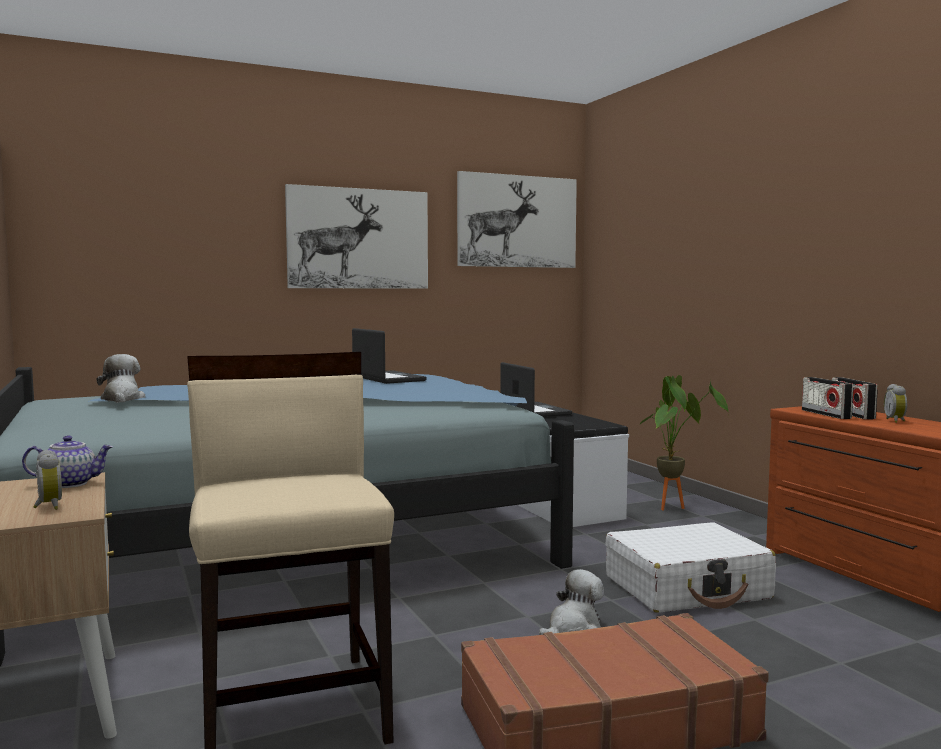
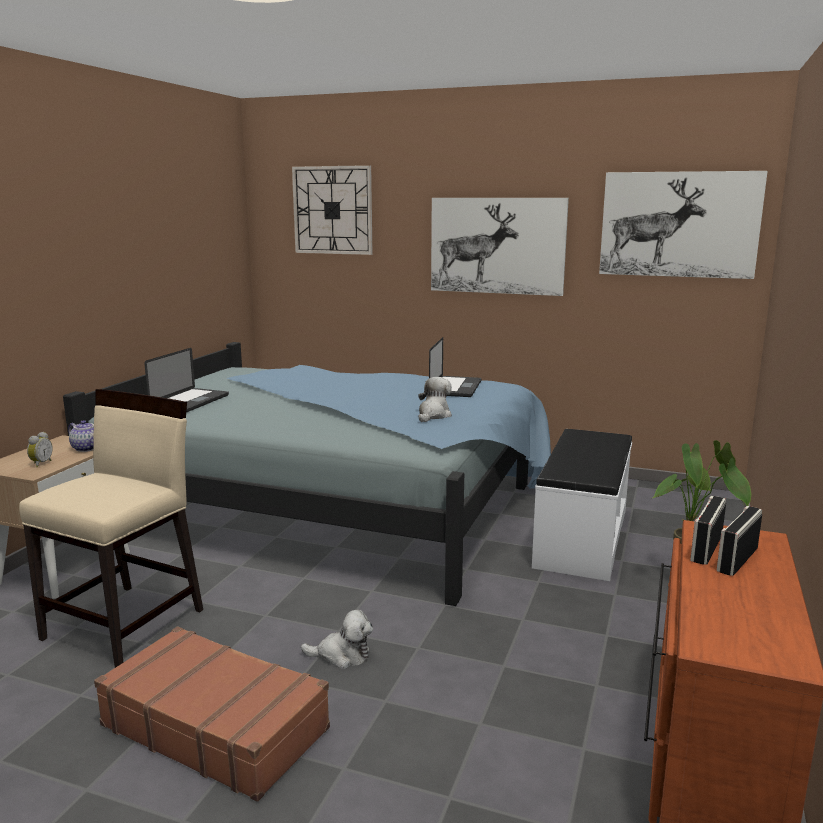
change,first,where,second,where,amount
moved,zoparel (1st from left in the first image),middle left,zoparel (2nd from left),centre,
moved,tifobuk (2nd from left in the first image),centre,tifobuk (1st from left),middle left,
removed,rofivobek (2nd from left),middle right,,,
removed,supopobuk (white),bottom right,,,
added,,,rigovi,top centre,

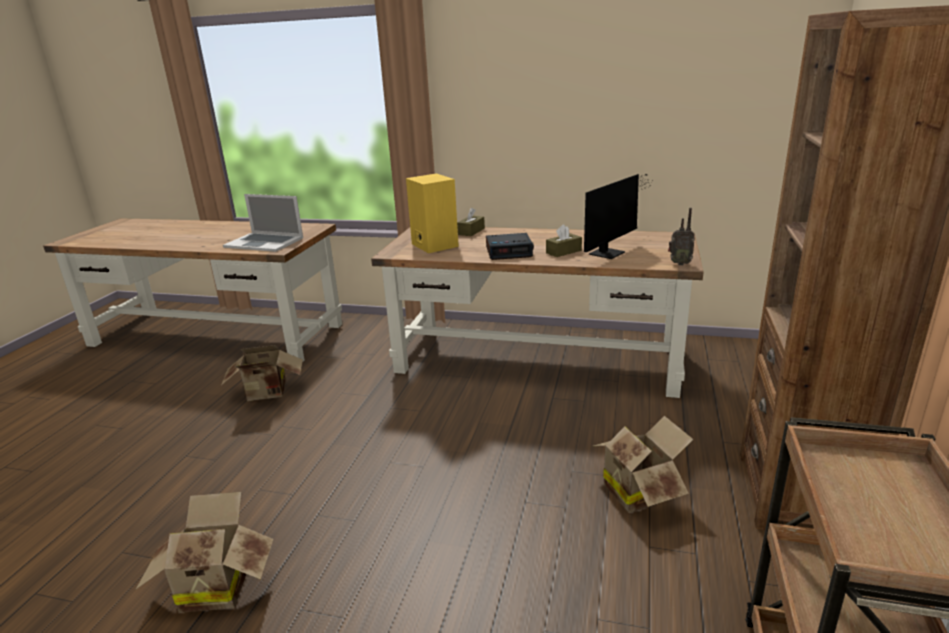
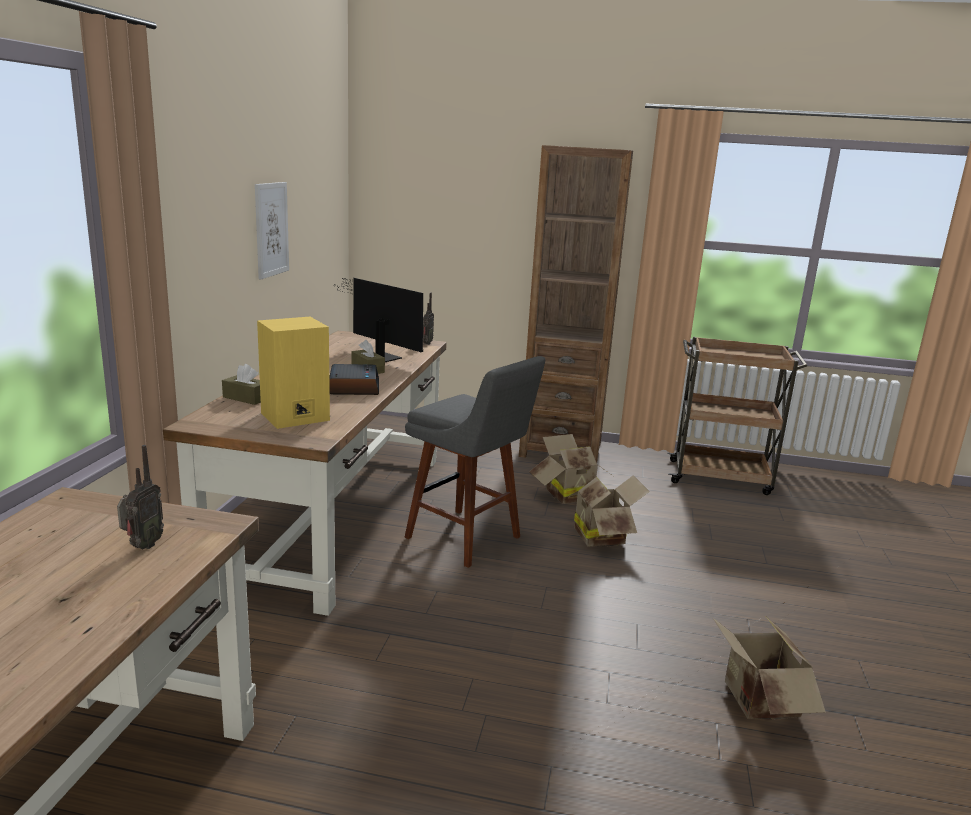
change,first,where,second,where,amount
replaced,tifobuk,middle left,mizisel (1st from left),middle left,
moved,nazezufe (2nd from left),middle left,,centre,
added,,,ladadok,top left,
added,,,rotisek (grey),centre,

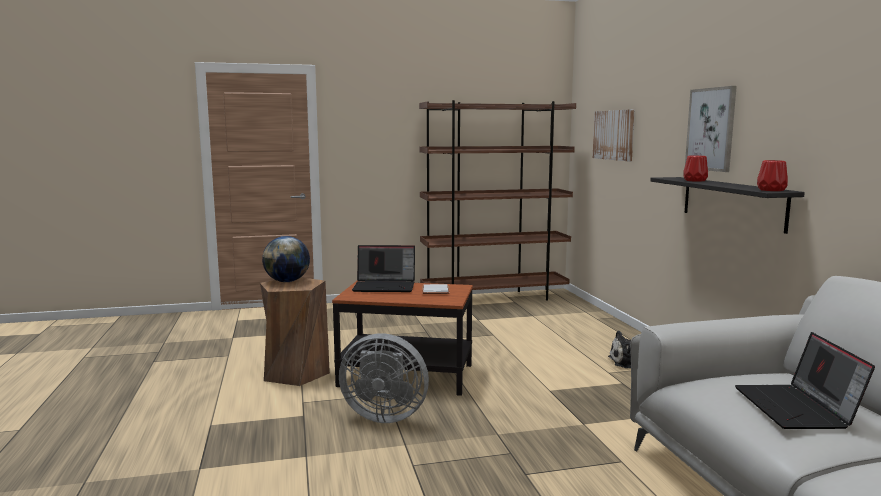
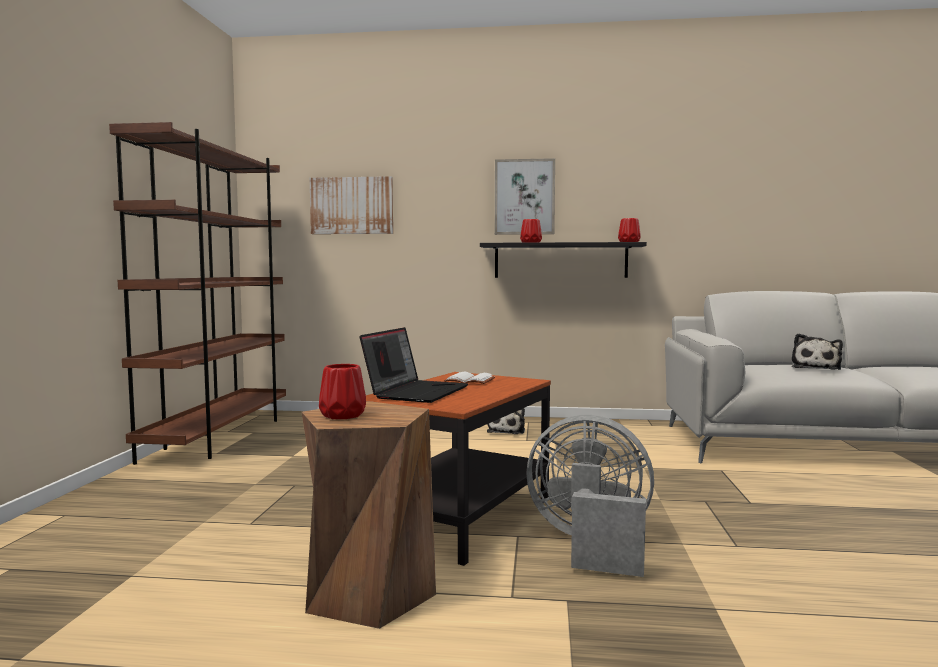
change,first,where,second,where,amount
replaced,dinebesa,middle left,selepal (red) (1st from left),centre,
replaced,tifobuk (2nd from left),bottom right,zoparel (2nd from left),middle right,
turned,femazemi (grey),bottom centre,,bottom centre,105 degrees counterclockwise

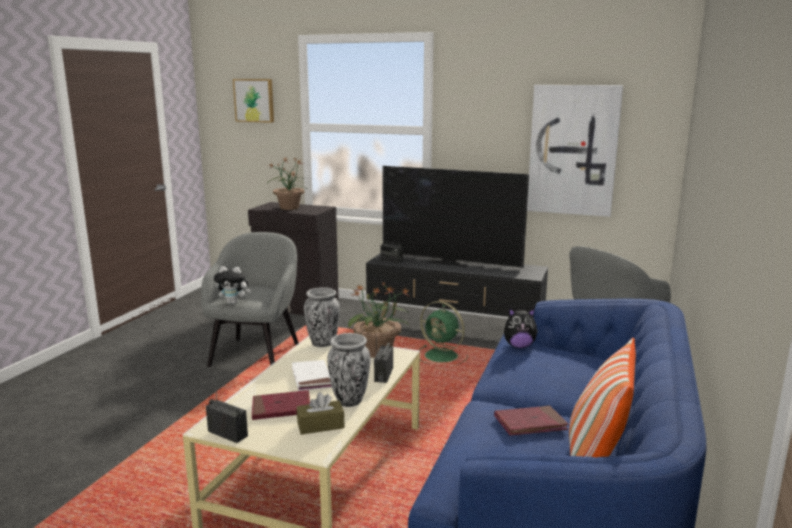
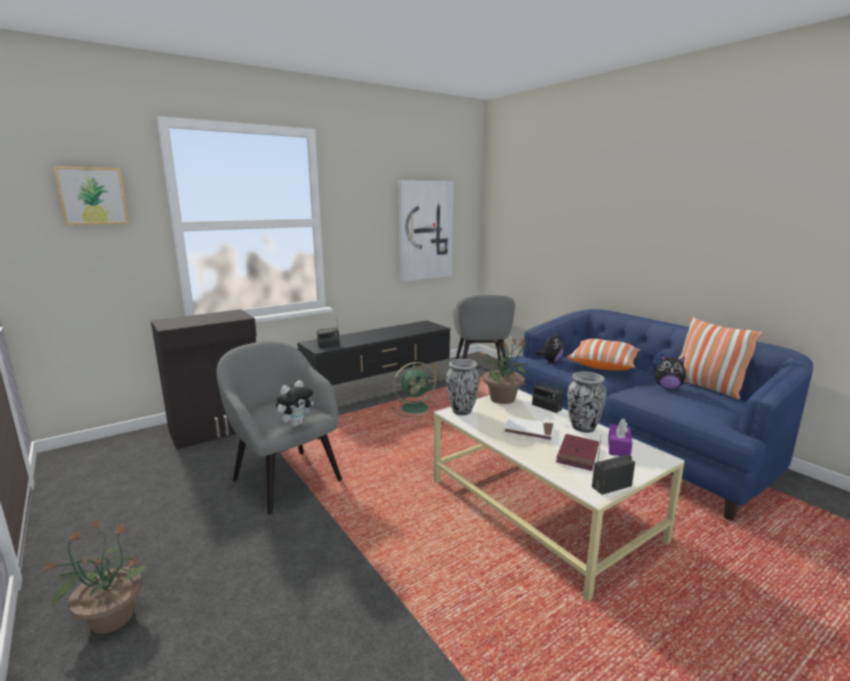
change,first,where,second,where,amount
moved,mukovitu (1st from left),centre,,bottom left,
removed,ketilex,centre,,,
recoloured,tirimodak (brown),bottom centre,tirimodak (purple),middle right,
replaced,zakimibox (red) (2nd from left),bottom right,zoparel (3rd from left),middle right,
added,,,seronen (1st from left),middle right,

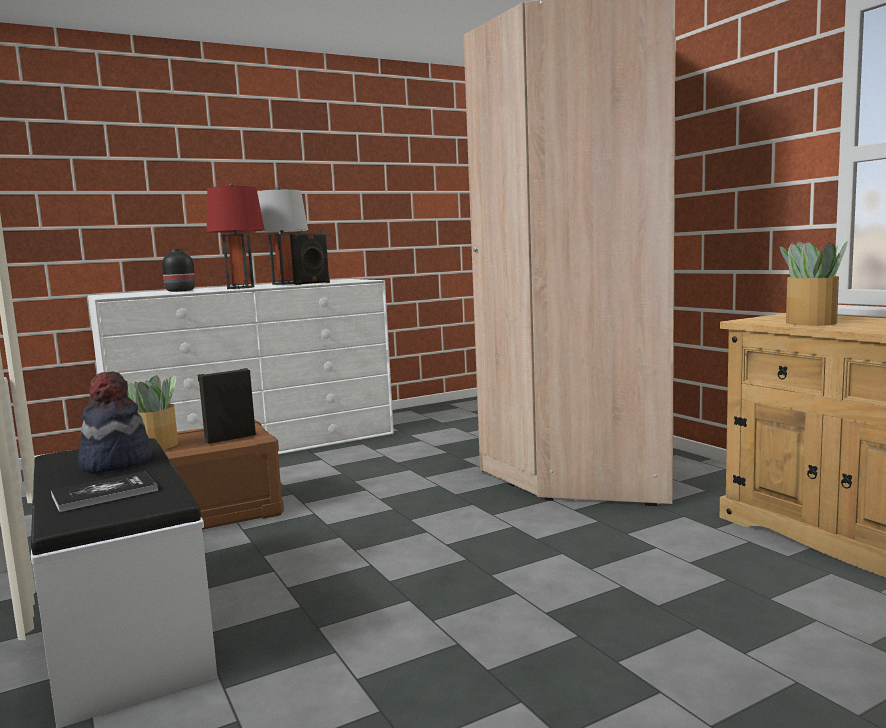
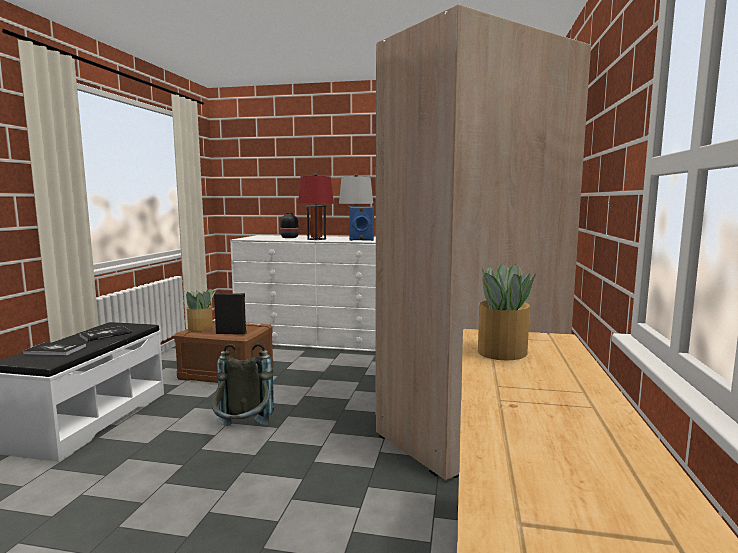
change,first,where,second,where,amount
recoloured,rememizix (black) (2nd from left),centre,rememizix (blue),centre,
replaced,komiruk,middle left,zakimibox (2nd from left),middle left,
added,,,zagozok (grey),bottom left,

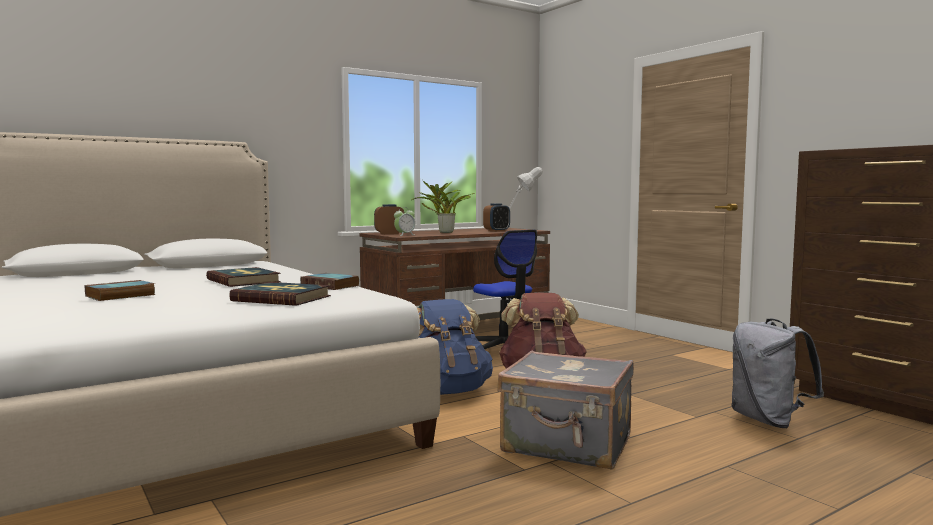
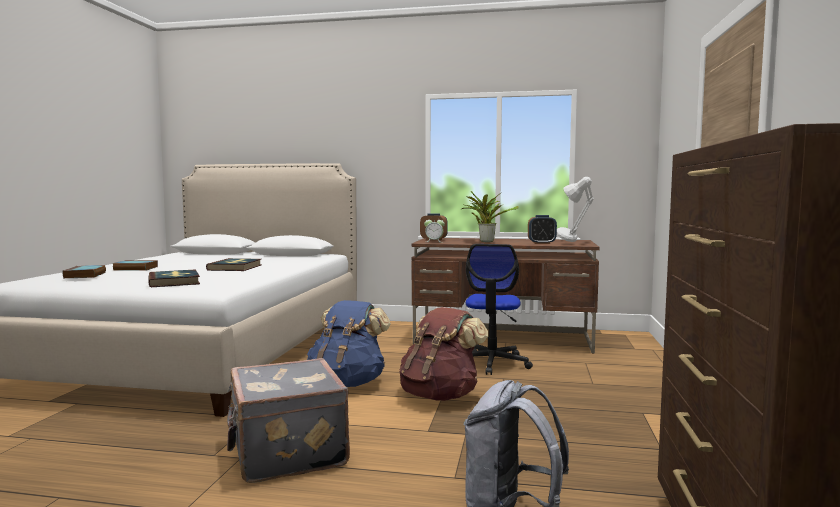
change,first,where,second,where,amount
moved,zakimibox (4th from left in the first image),centre,zakimibox (1st from left),middle left,

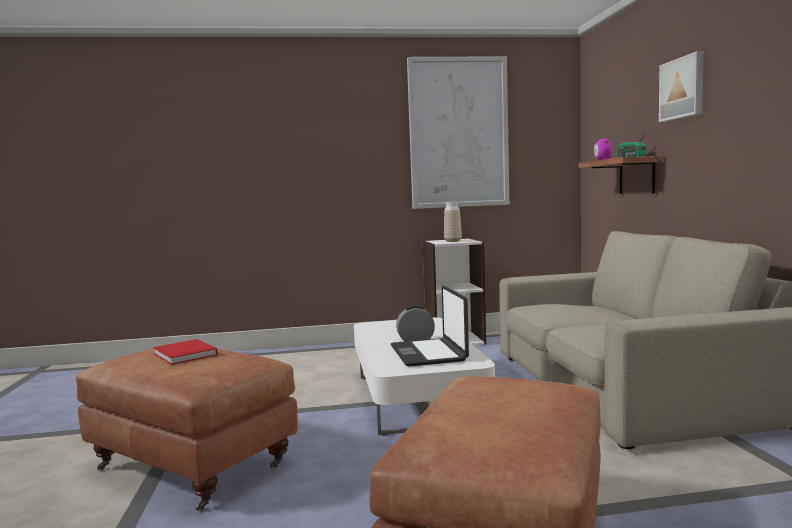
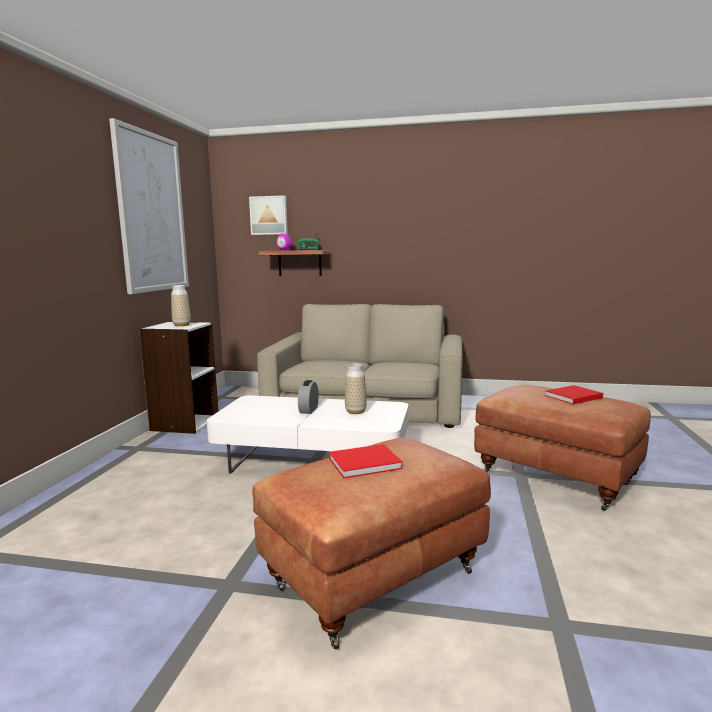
change,first,where,second,where,amount
moved,ladadok (2nd from left),top right,,top centre,
replaced,tifobuk,centre,selepal (2nd from left),centre,
added,,,zakimibox (red) (2nd from left),middle right,

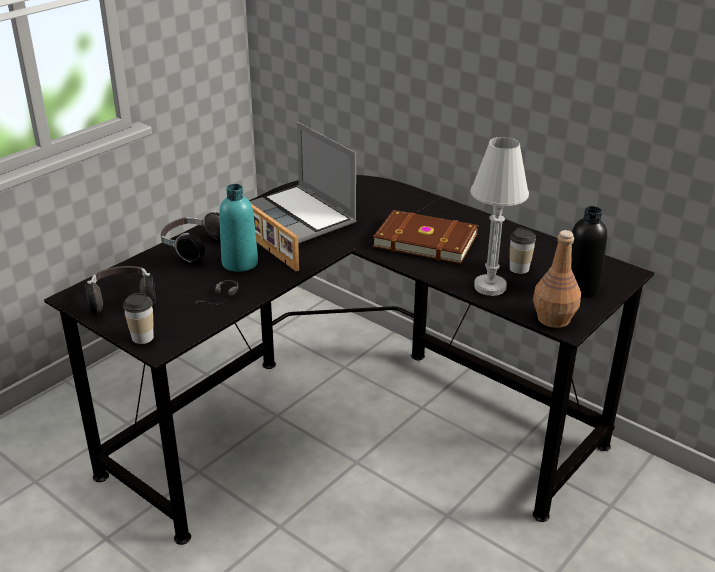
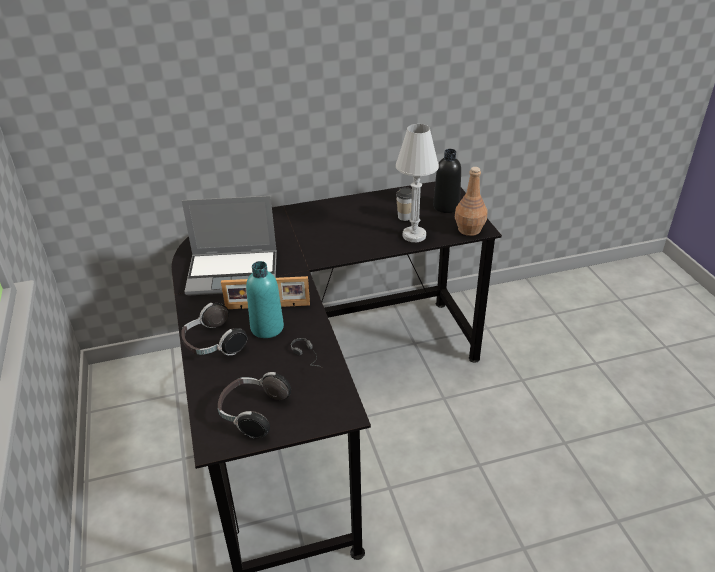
change,first,where,second,where,amount
removed,zakimibox (brown),centre,,,
removed,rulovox (1st from left),middle left,,,

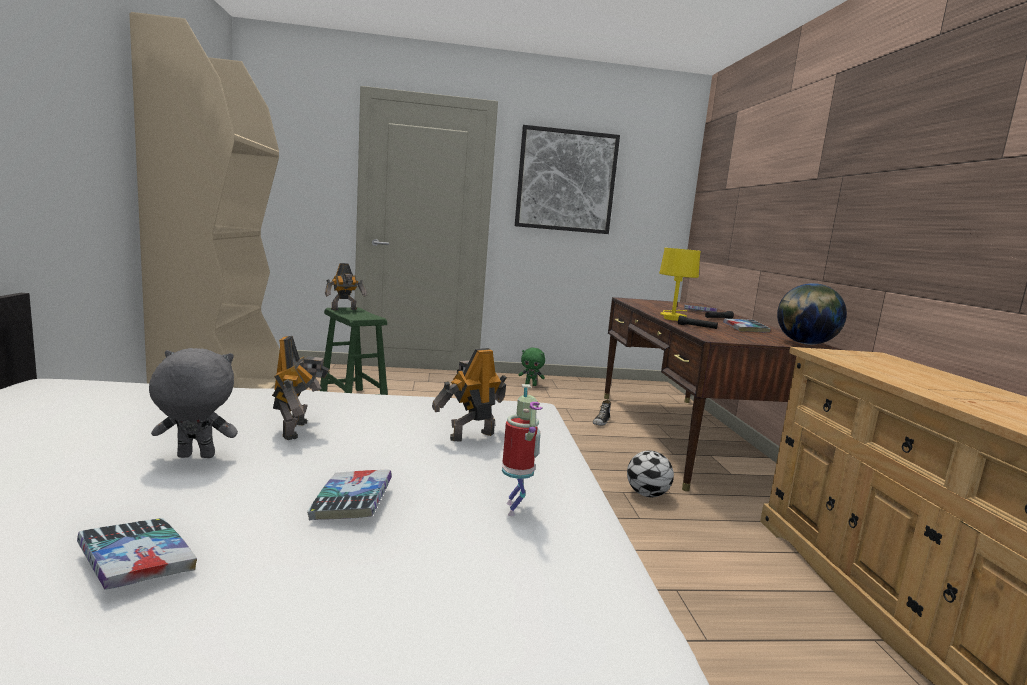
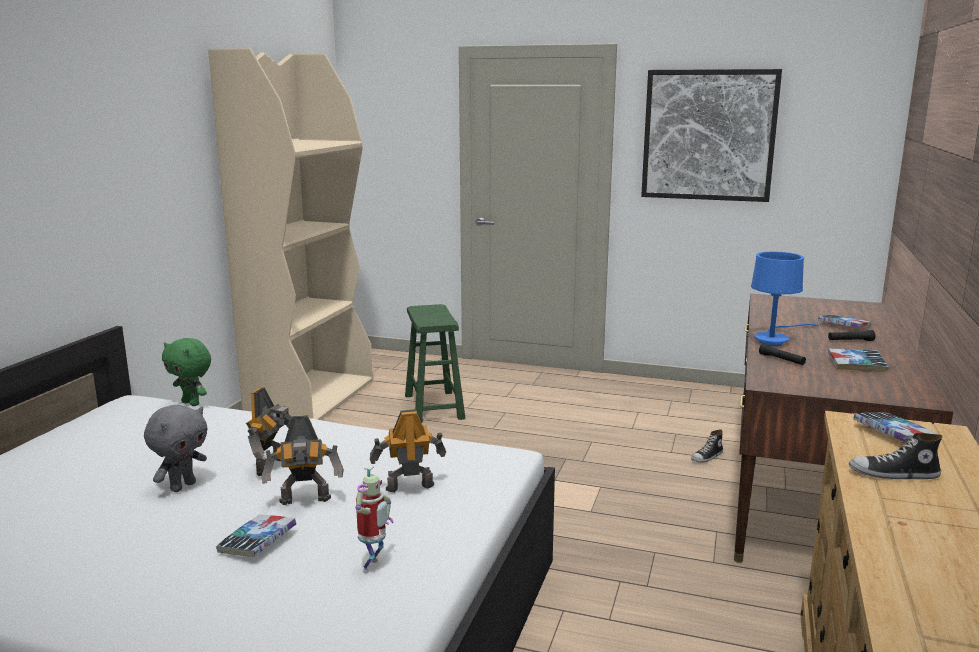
change,first,where,second,where,amount
recoloured,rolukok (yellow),centre,rolukok (blue),middle right,
moved,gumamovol (2nd from left),centre,,bottom left,
removed,dinebesa,middle right,,,
turned,zoparel (grey),middle left,,bottom left,105 degrees clockwise
moved,zoparel (green),centre,,middle left,
removed,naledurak,bottom centre,,,
moved,zakimibox (1st from left in the first image),bottom left,zakimibox (4th from left),middle right,
added,,,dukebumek (2nd from left),bottom right,

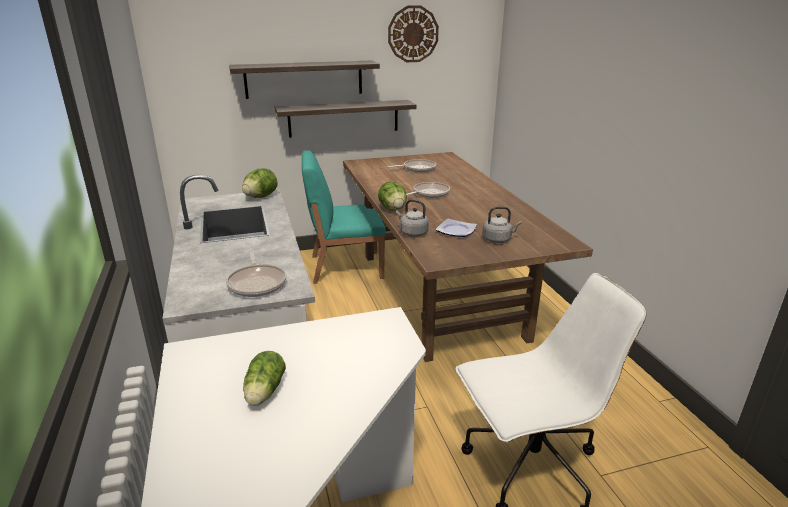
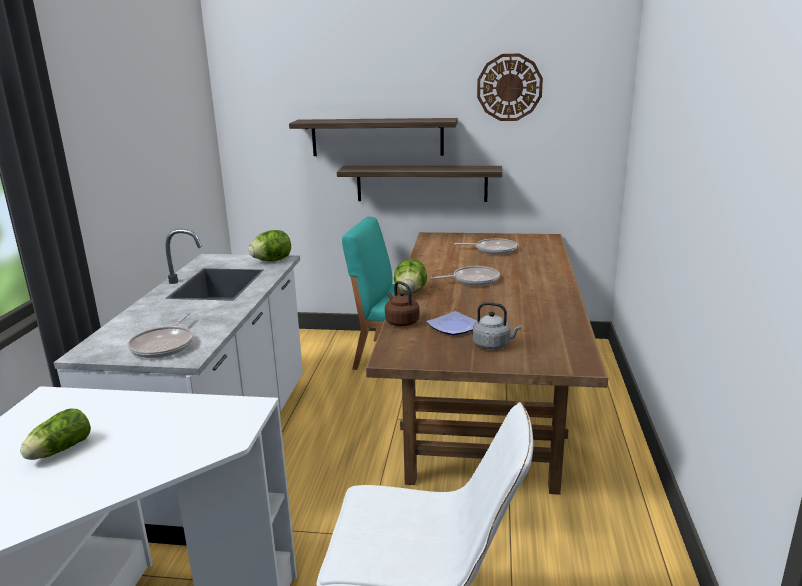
change,first,where,second,where,amount
recoloured,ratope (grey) (1st from left),centre,ratope (brown),centre,

